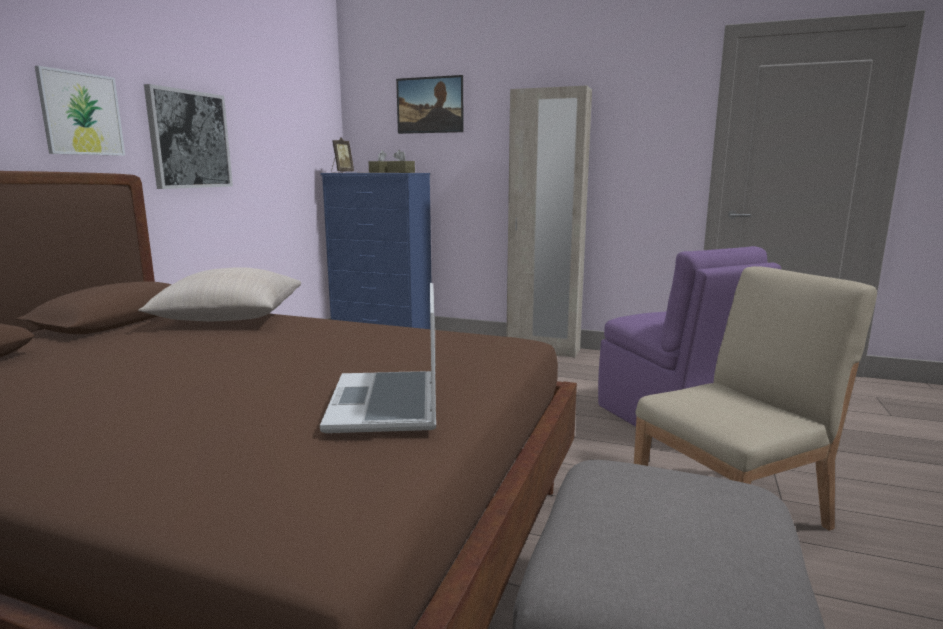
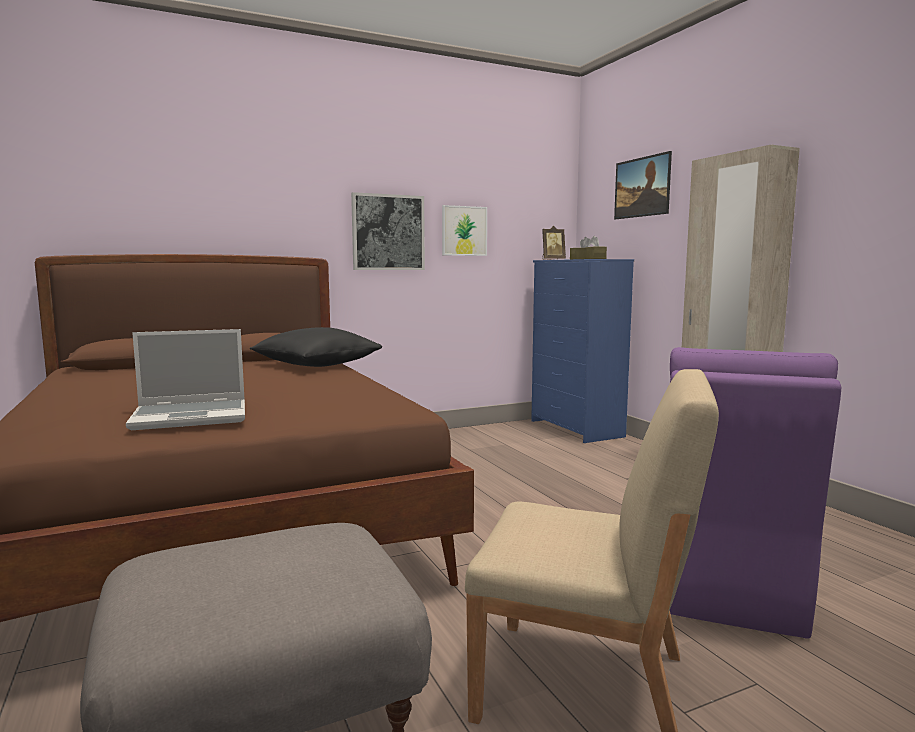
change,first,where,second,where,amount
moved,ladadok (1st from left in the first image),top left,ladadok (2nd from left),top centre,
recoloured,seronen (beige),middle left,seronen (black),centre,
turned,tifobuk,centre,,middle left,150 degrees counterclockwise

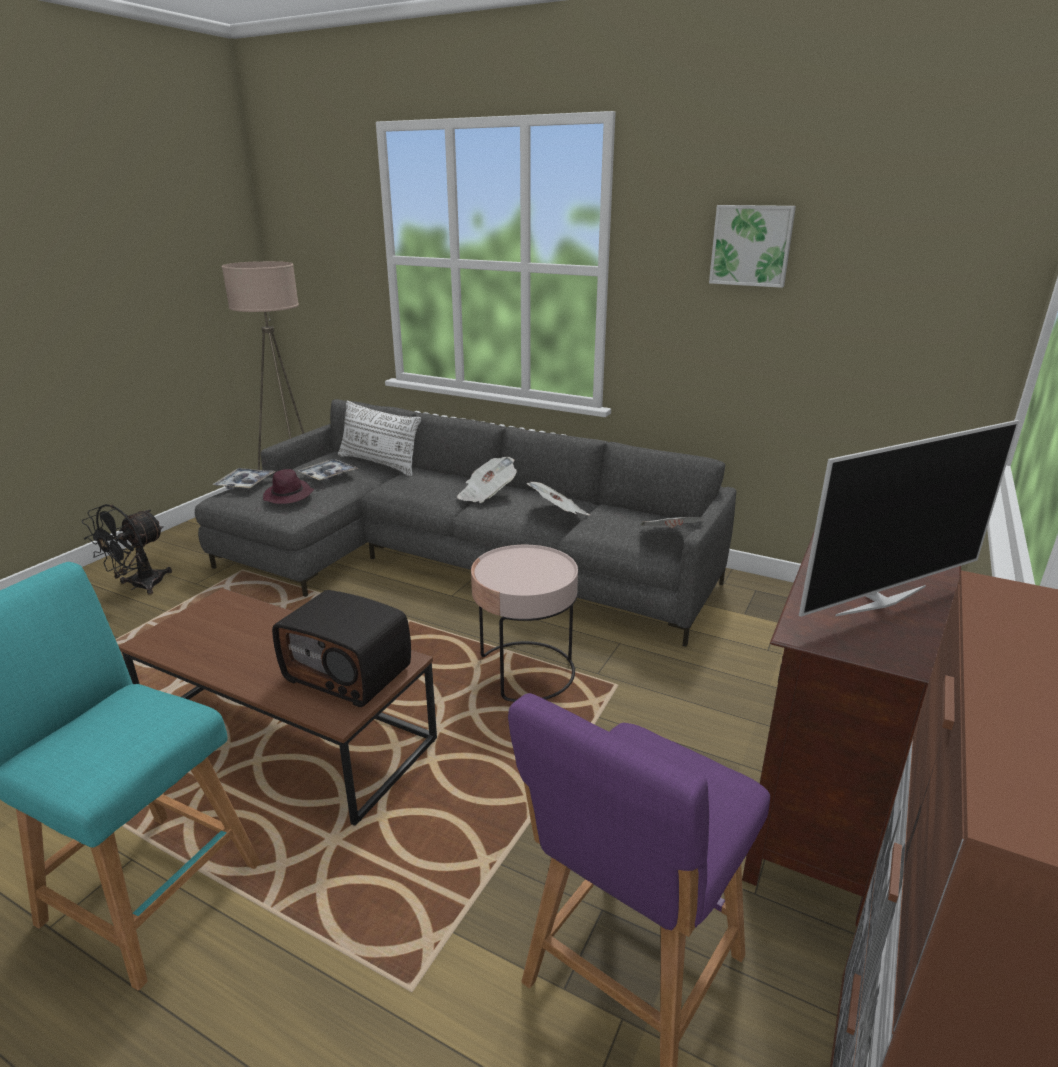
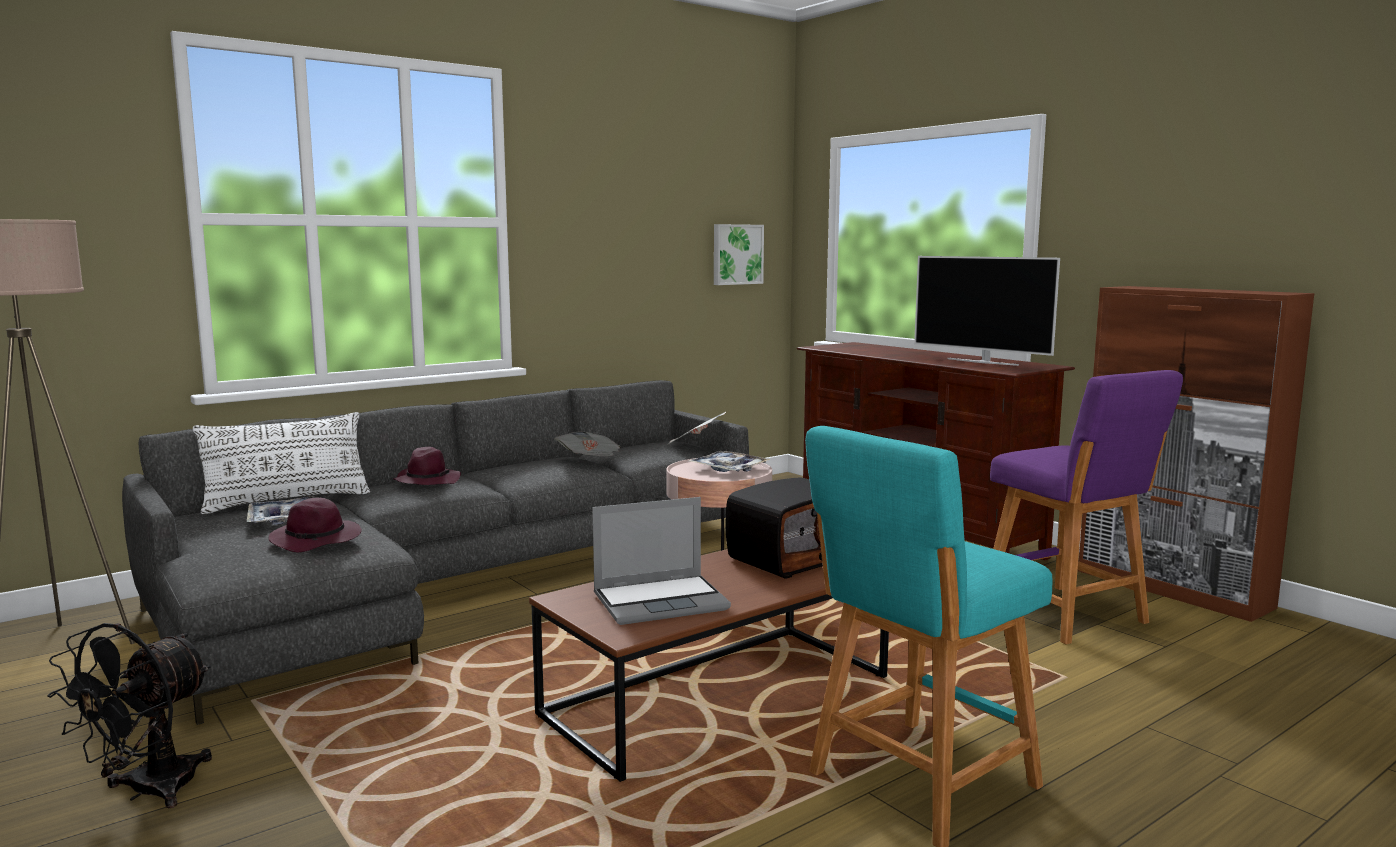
change,first,where,second,where,amount
moved,ladadok,top right,,top centre,
turned,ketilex,middle right,,middle right,135 degrees clockwise
removed,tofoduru (1st from left),centre,,,
moved,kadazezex (1st from left in the first image),middle left,kadazezex (2nd from left),centre,
turned,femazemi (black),middle left,,bottom left,60 degrees clockwise
added,,,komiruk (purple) (2nd from left),middle left,
added,,,tifobuk,centre,

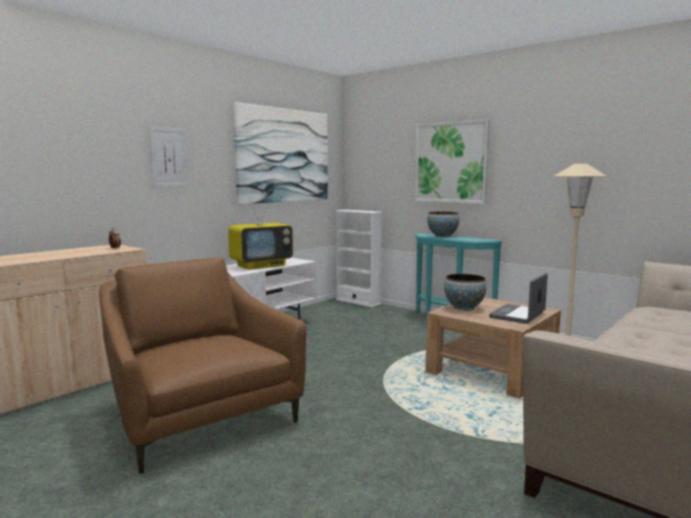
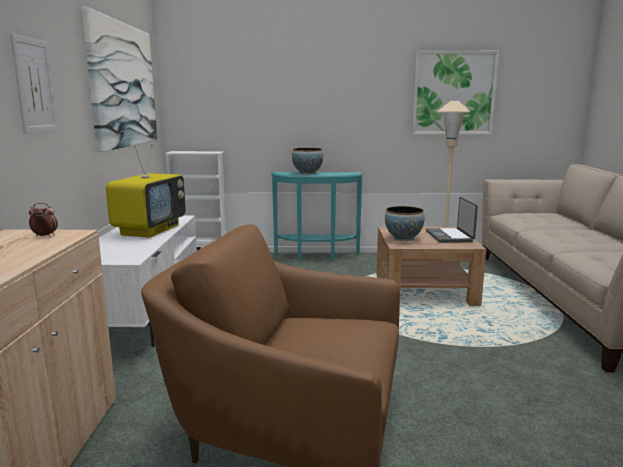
change,first,where,second,where,amount
moved,ladadok (3rd from left),top centre,,top right,

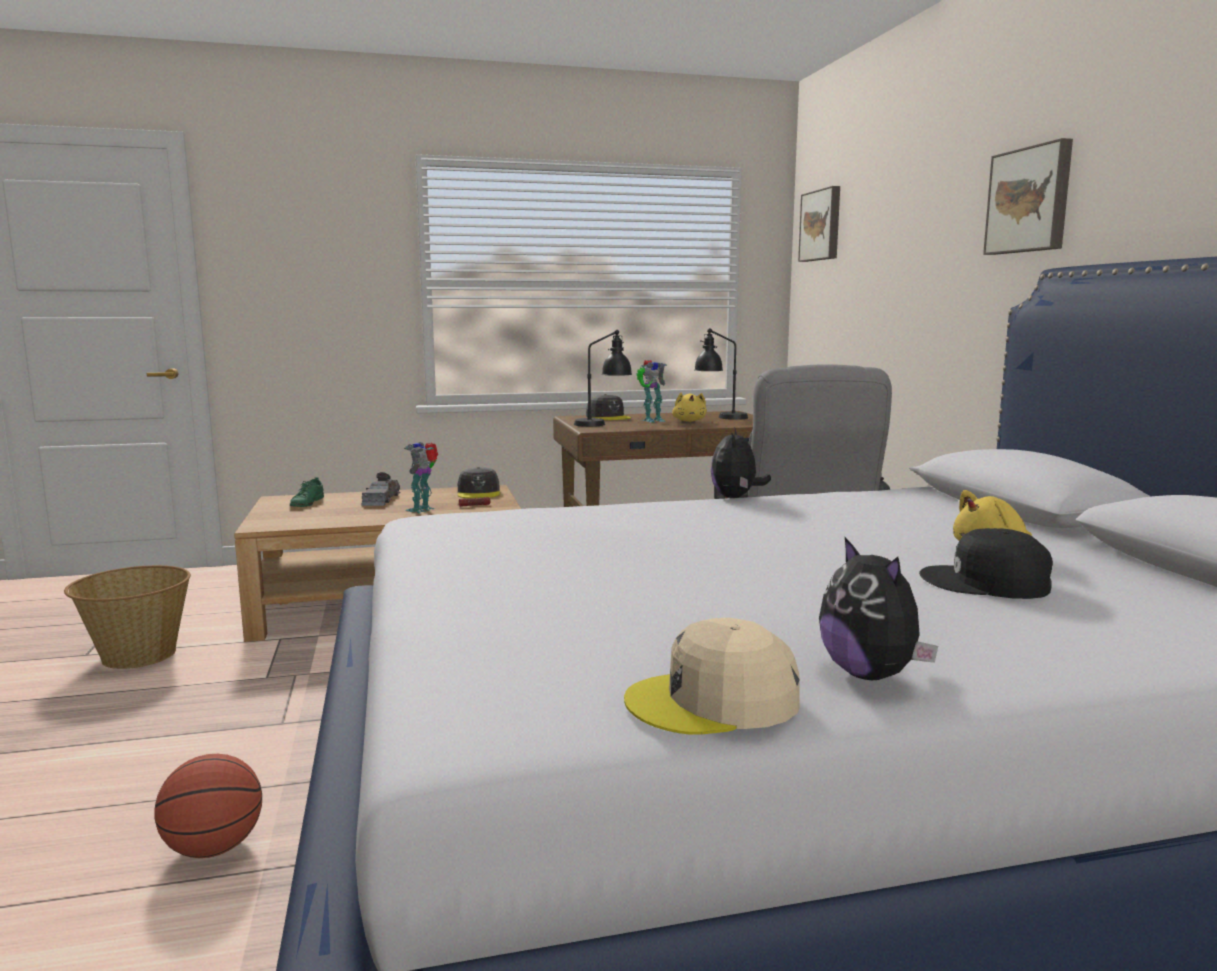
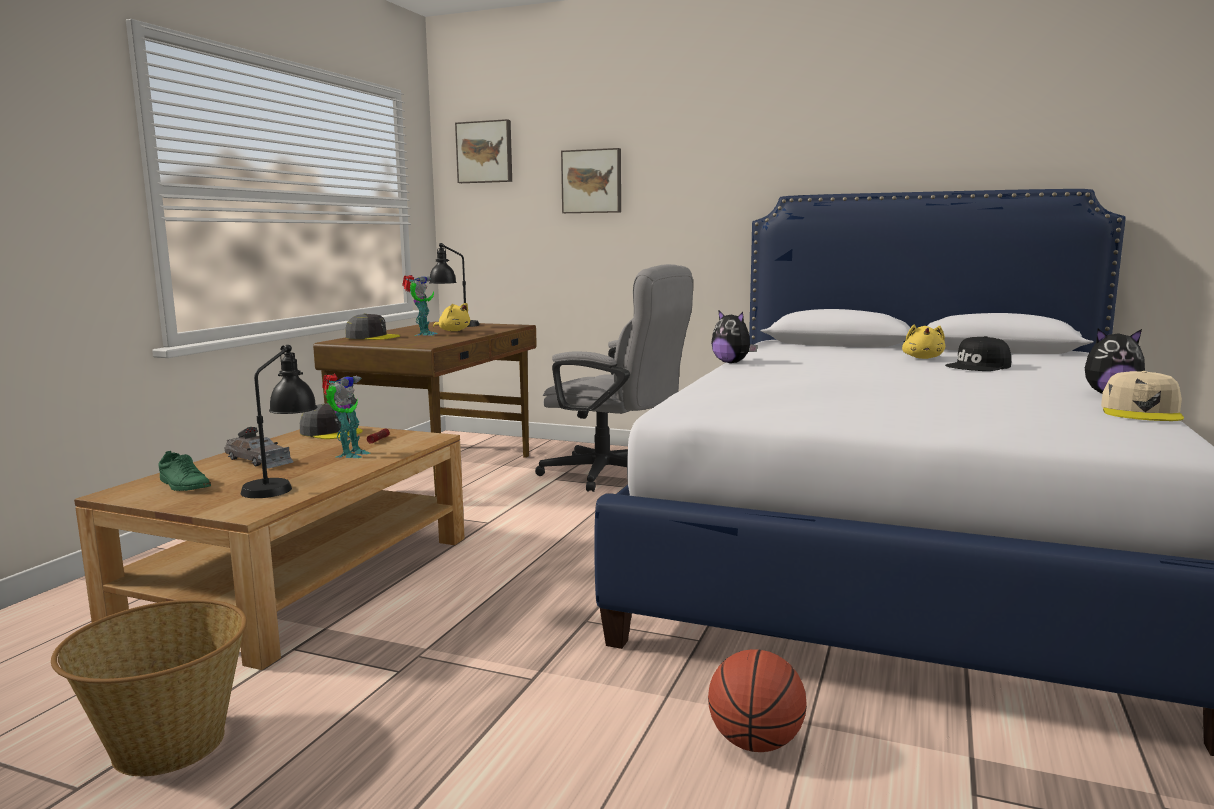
change,first,where,second,where,amount
moved,ladadok (2nd from left),top right,,top centre,
moved,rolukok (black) (1st from left),centre,,middle left,
turned,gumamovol (1st from left),centre,,middle left,135 degrees counterclockwise

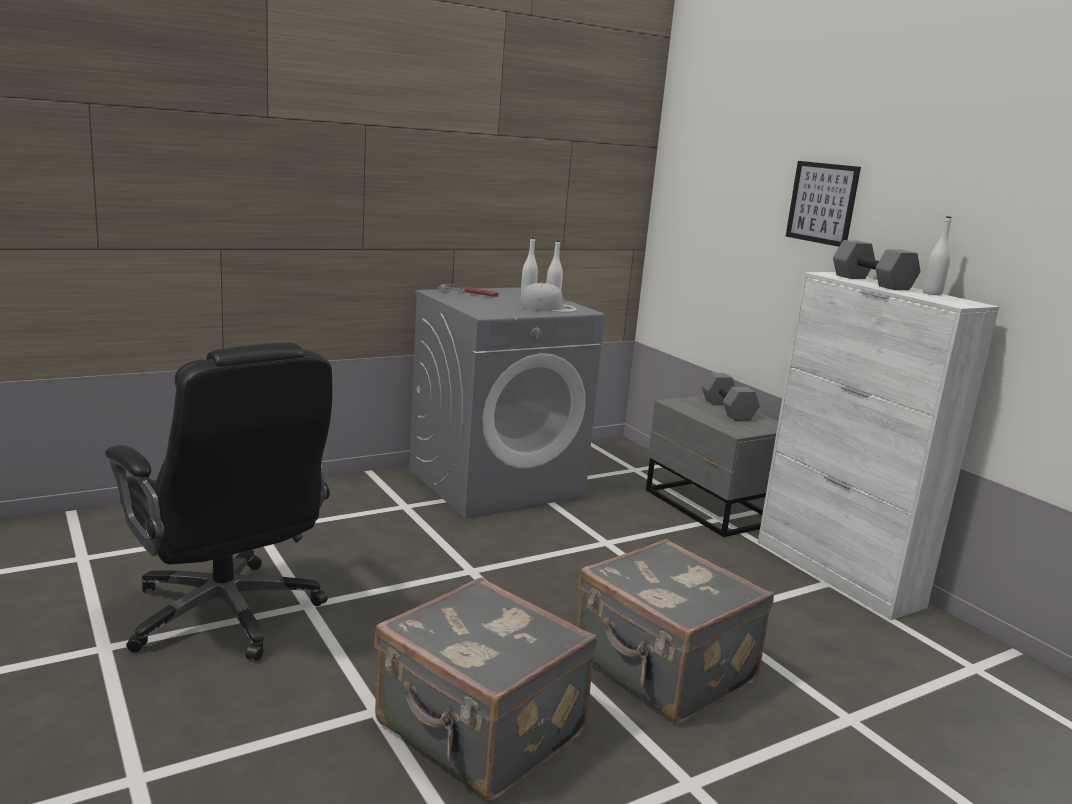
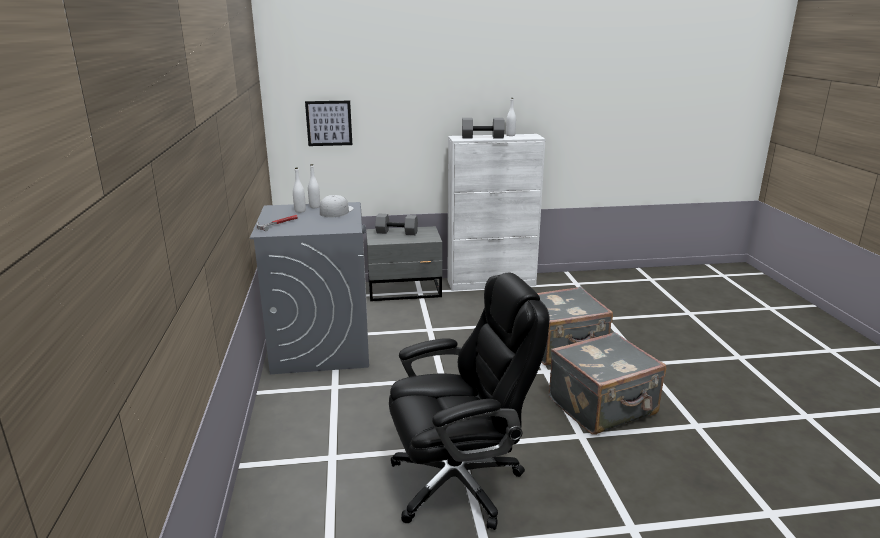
change,first,where,second,where,amount
moved,ladadok,top right,,top centre,

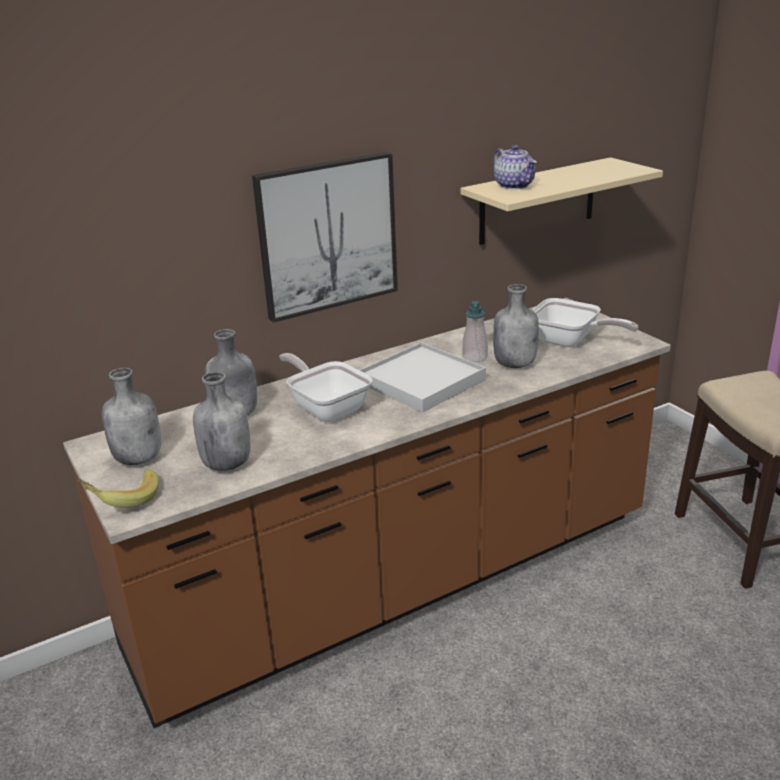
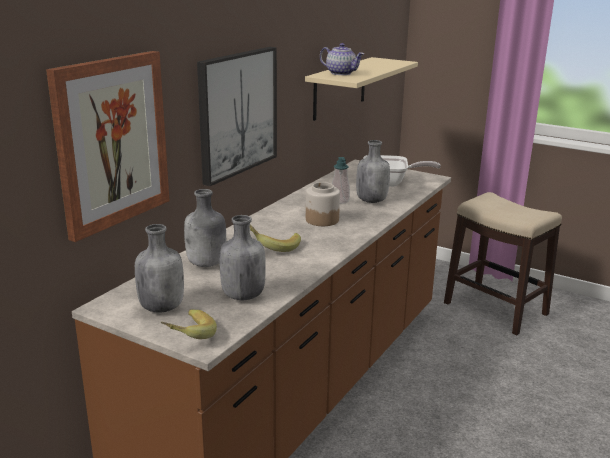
change,first,where,second,where,amount
replaced,kadazezex (white),centre,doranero,centre,
replaced,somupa (1st from left),centre,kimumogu (2nd from left),centre,
added,,,ladadok (1st from left),top left,

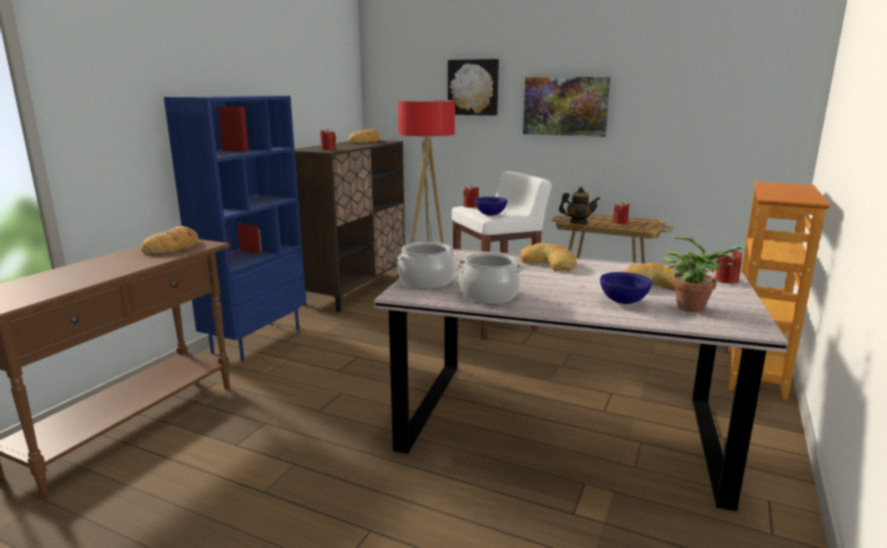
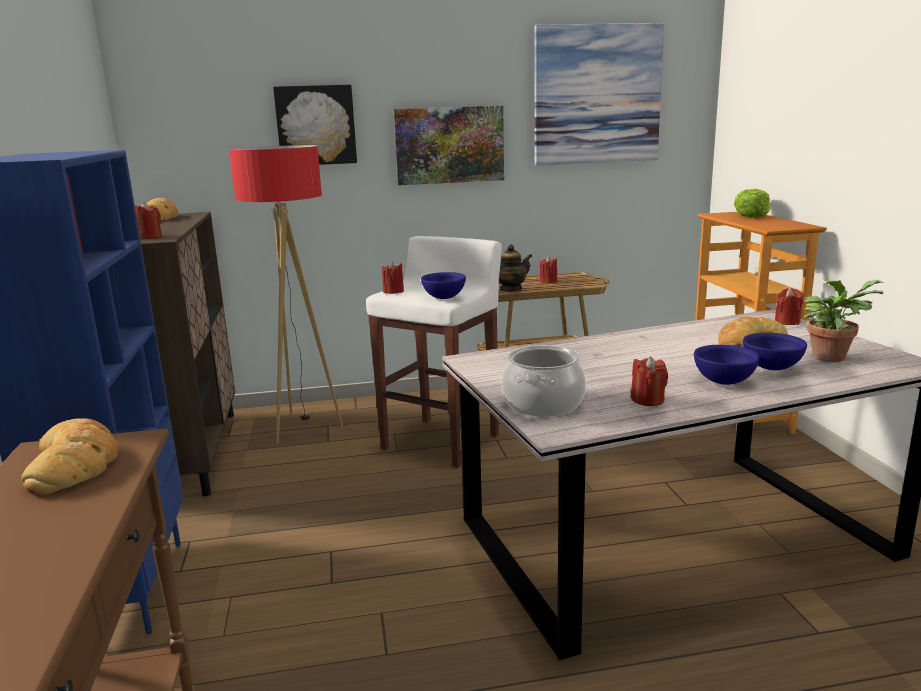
change,first,where,second,where,amount
removed,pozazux (3rd from left),centre,,,
replaced,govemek (2nd from left),centre,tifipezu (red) (4th from left),middle right,
added,,,ladadok (3rd from left),top centre,
added,,,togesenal,top right,
added,,,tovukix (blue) (2nd from left),middle right,

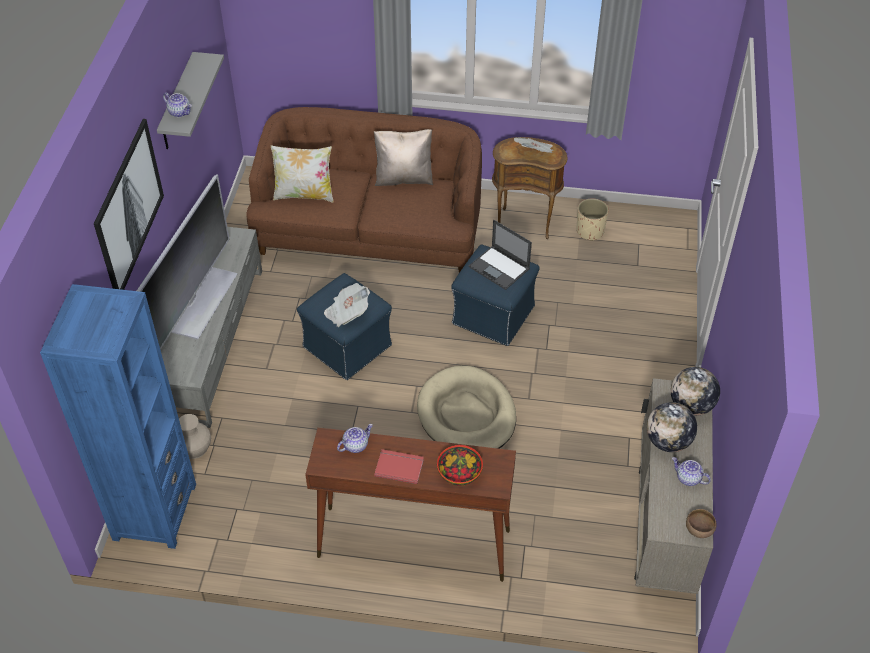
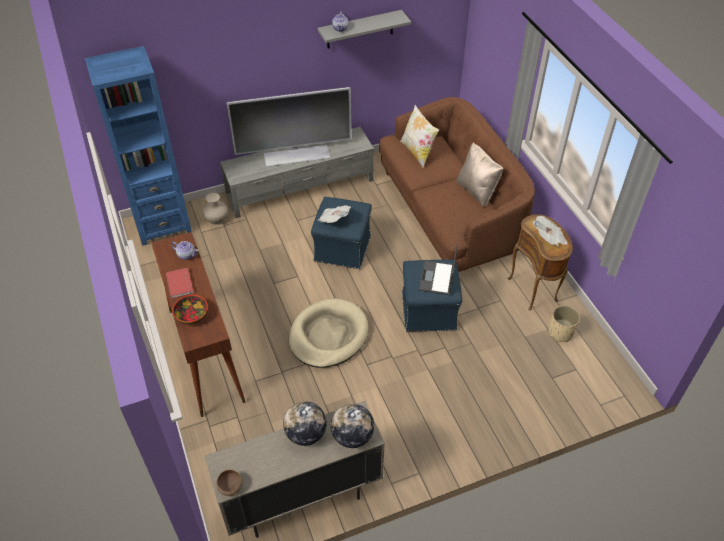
change,first,where,second,where,amount
removed,ladadok,top left,,,
removed,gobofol (3rd from left),bottom right,,,

